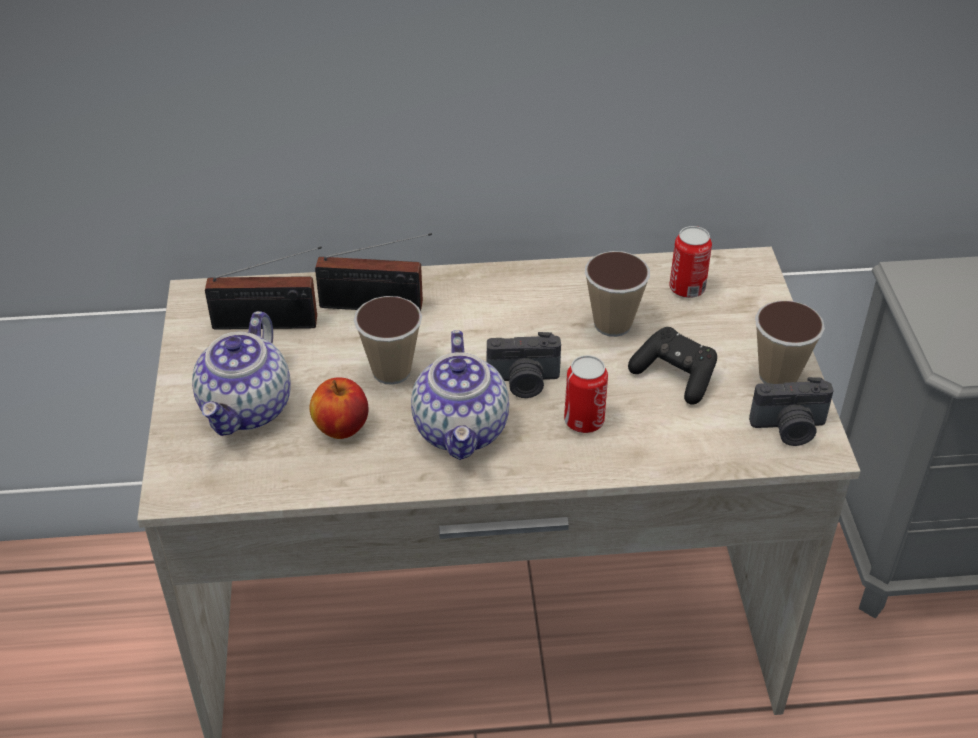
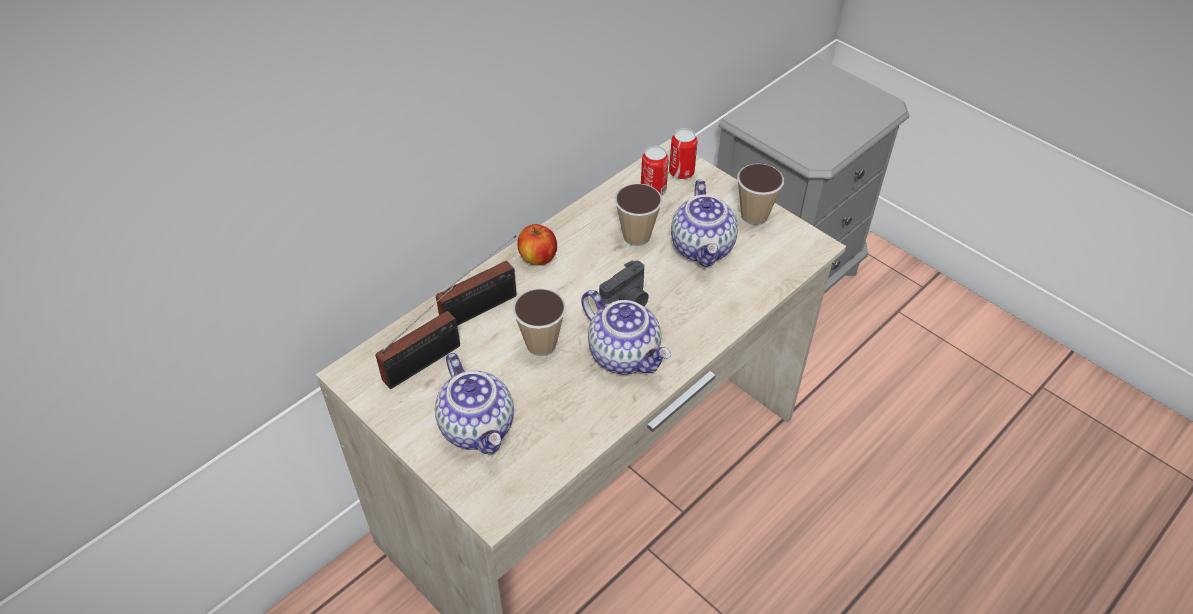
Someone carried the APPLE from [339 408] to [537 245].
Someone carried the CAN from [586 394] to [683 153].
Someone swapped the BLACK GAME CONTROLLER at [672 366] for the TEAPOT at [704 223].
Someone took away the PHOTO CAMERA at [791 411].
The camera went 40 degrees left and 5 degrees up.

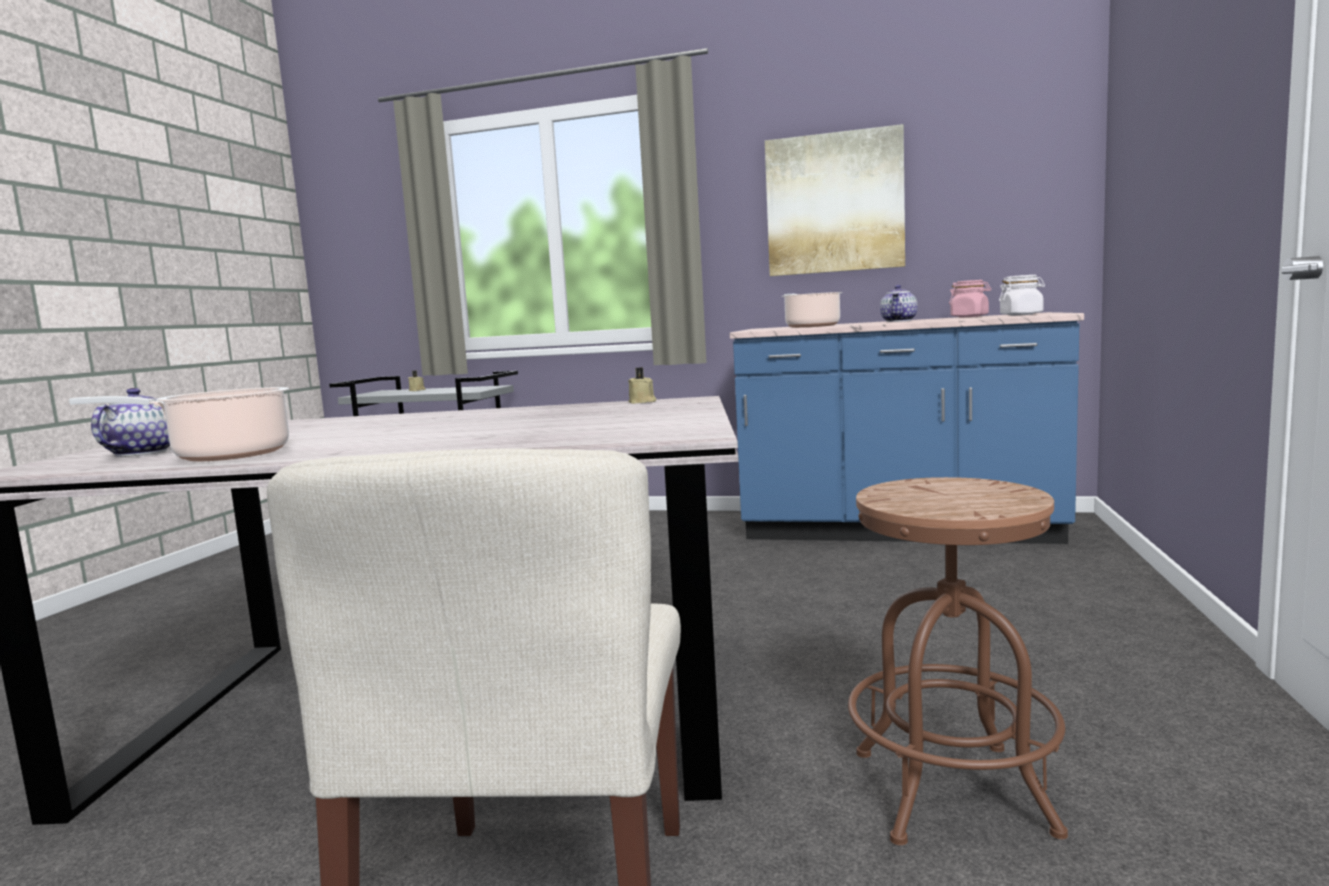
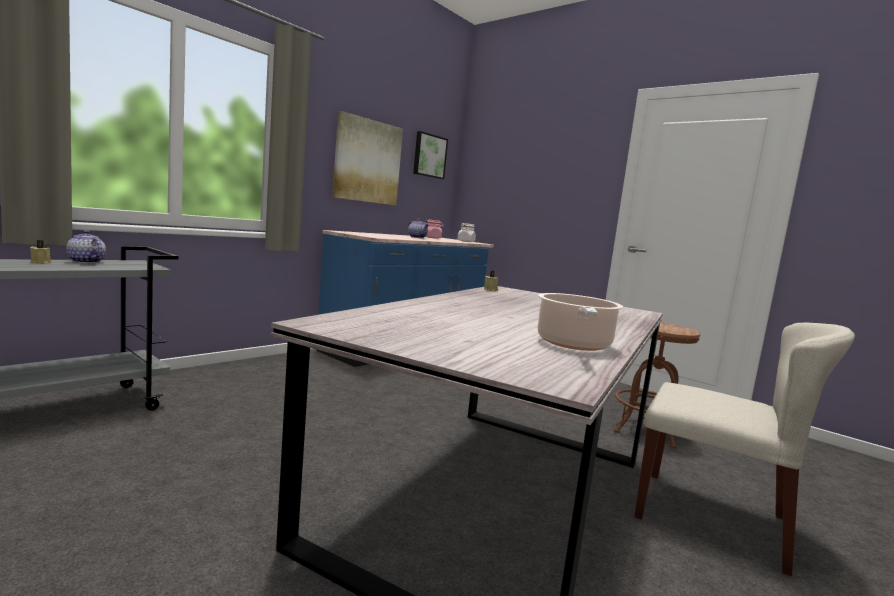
Someone carried the TEAPOT from [130 422] to [86 246].
Someone took away the COOKING POT at [812 310].
Someone put up the PICTURE at [430 155].
The camera went 65 degrees left and 0 degrees up.

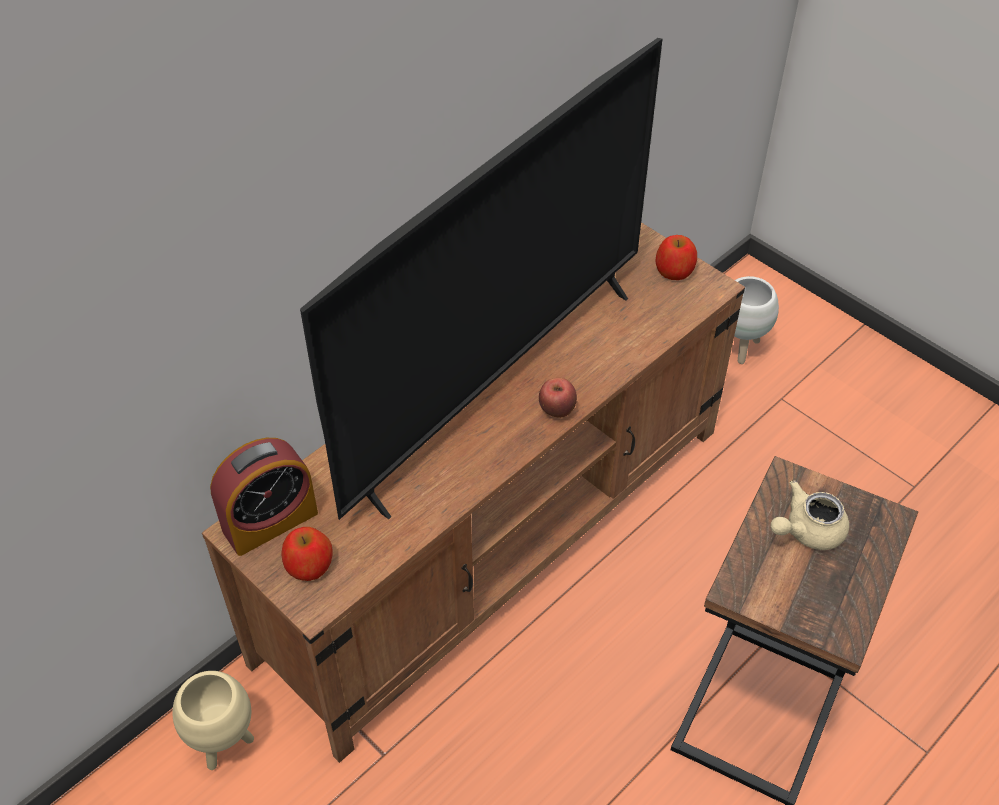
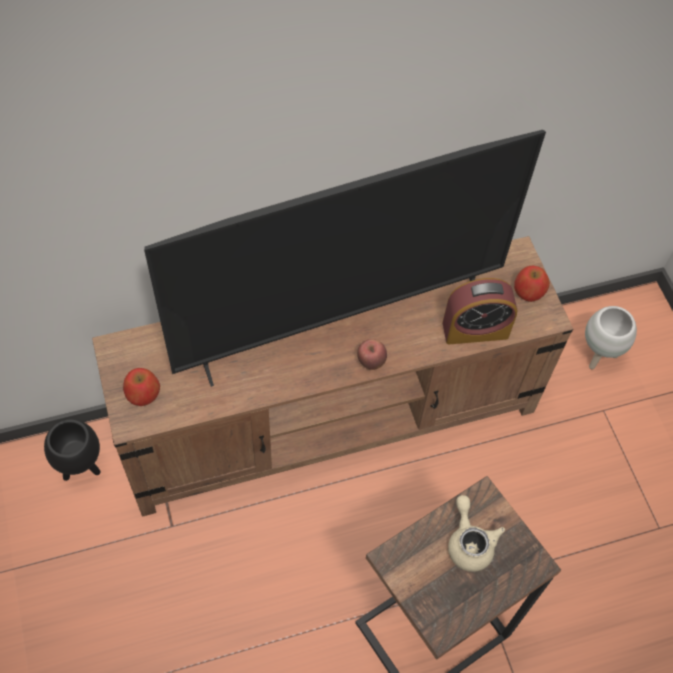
Someone repainted the BEIGE PLANTER at [213 720], which became the BLACK PLANTER at [72 450].
Someone carried the ALARM CLOCK from [264 497] to [480 311].
Someone rotated the BEIGE TEAPOT at [809 515] by 75 degrees clockwise.
The camera went 25 degrees right and 10 degrees up.

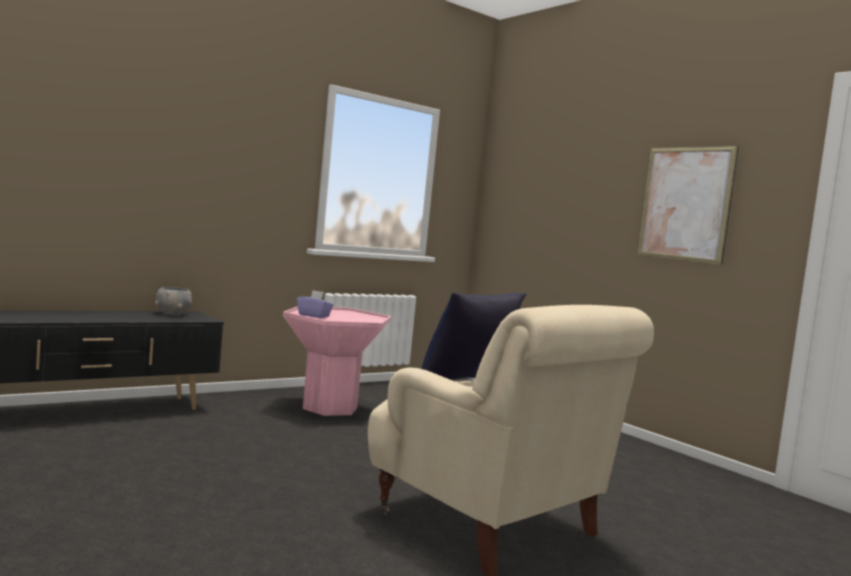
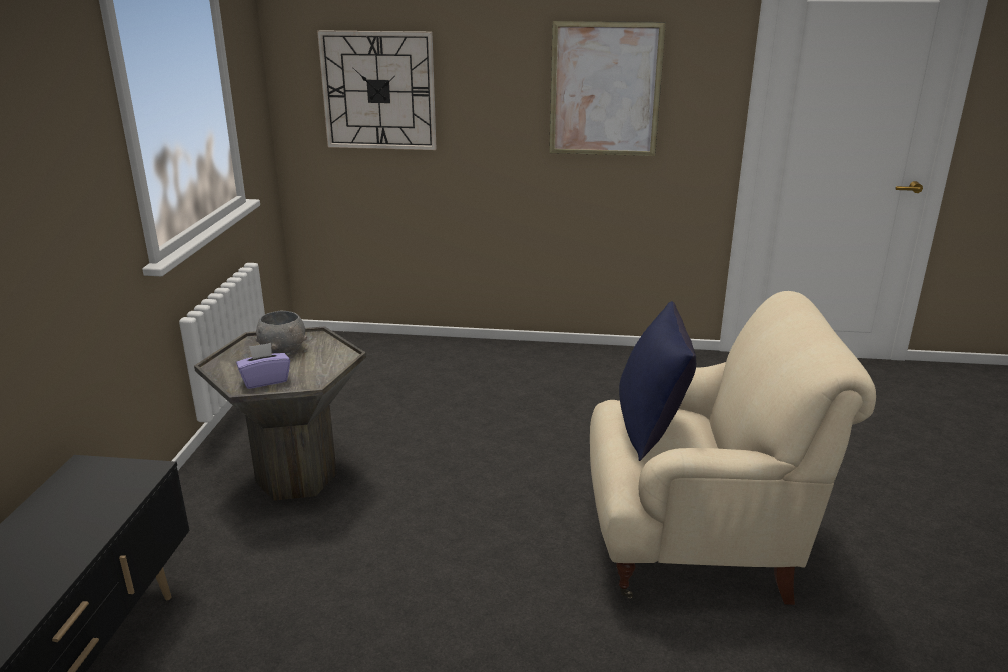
Someone carried the GREY BOWL from [173 301] to [281 332].
Someone repainted the PINK SIDE TABLE at [337 361], which became the GREY SIDE TABLE at [280 414].
Someone put up the WALL CLOCK at [377 90].
The camera went 45 degrees left and 20 degrees up.

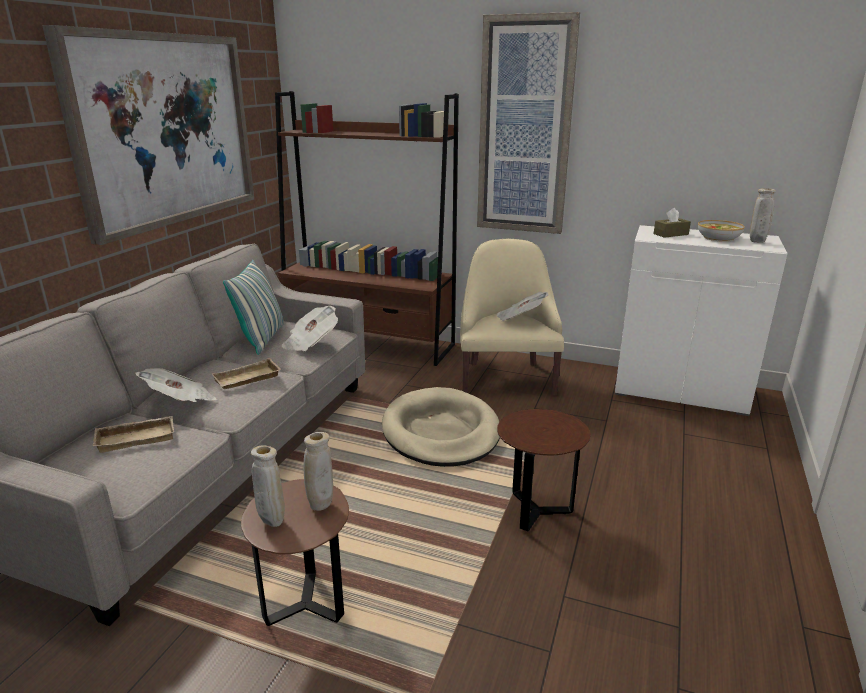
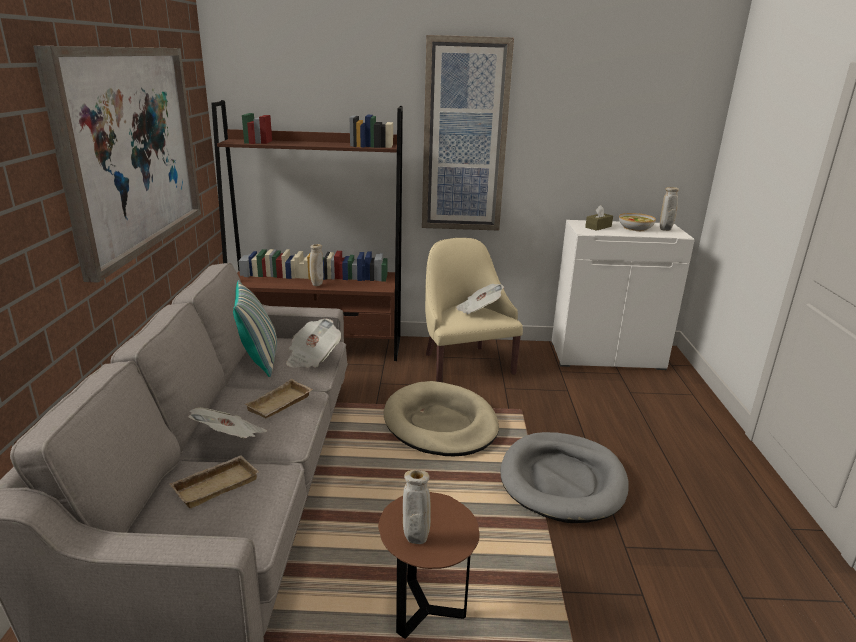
Someone carried the BEIGE VASE from [318 471] to [316 265].
Someone swapped the BROWN SIDE TABLE at [544 470] for the GREY DOG BED at [565 477].
The camera went 20 degrees left and 0 degrees up.

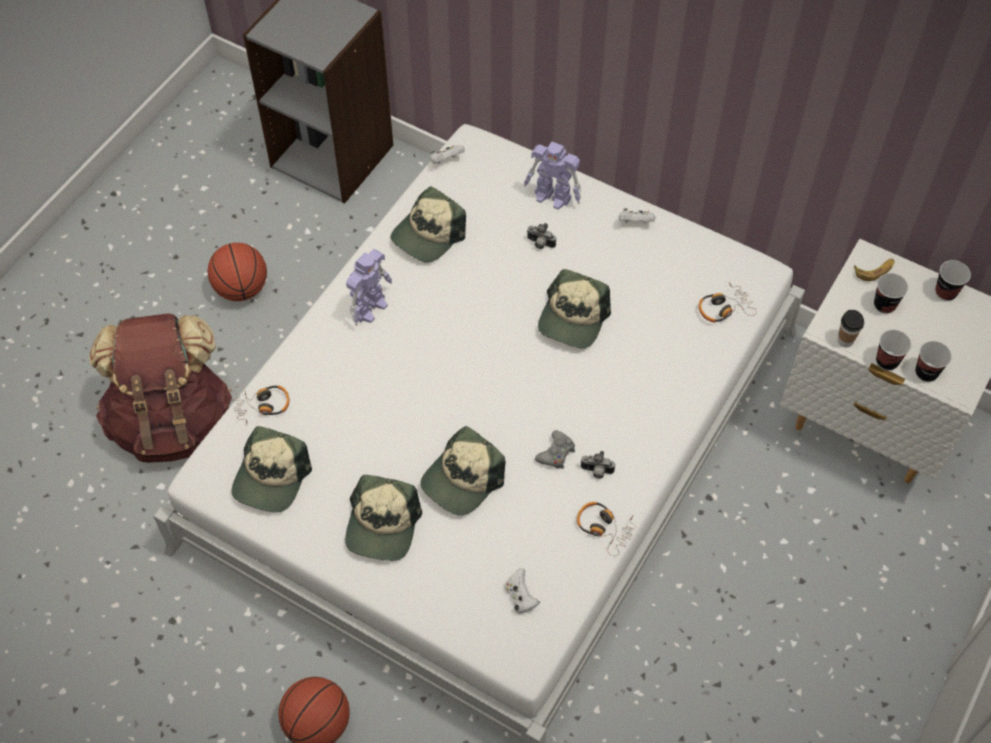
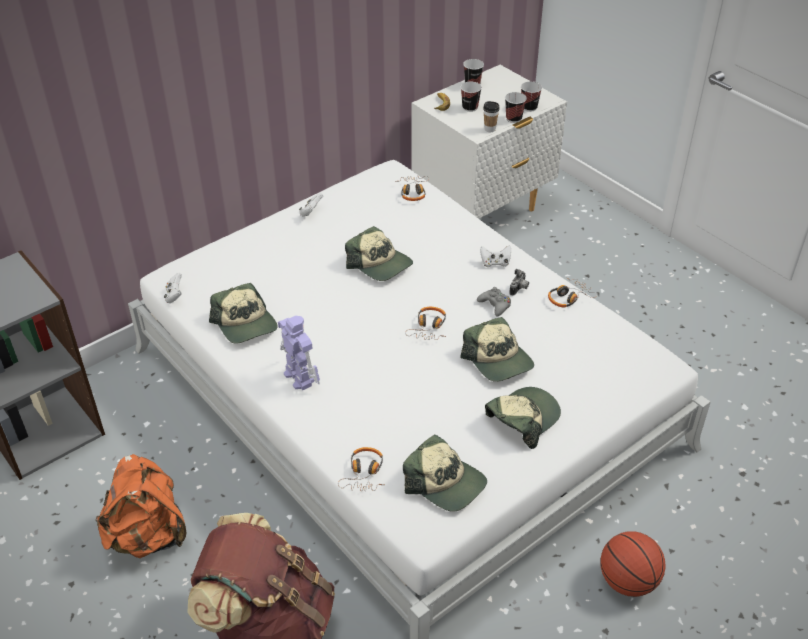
Someone swapped the BASKETBALL at [237 272] for the ORANGE BACKPACK at [140 506].
Someone rotated the CAP at [383 518] by 75 degrees counterclockwise.
Someone carried the WHITE GAME CONTROLLER from [522 591] to [495 256].
Someone took away the TOY ROBOT at [552 176].
Someone took away the PHOTO CAMERA at [541 236].
Someone put down the HEADPHONES at [425 323].
The camera went 70 degrees left and 15 degrees down.

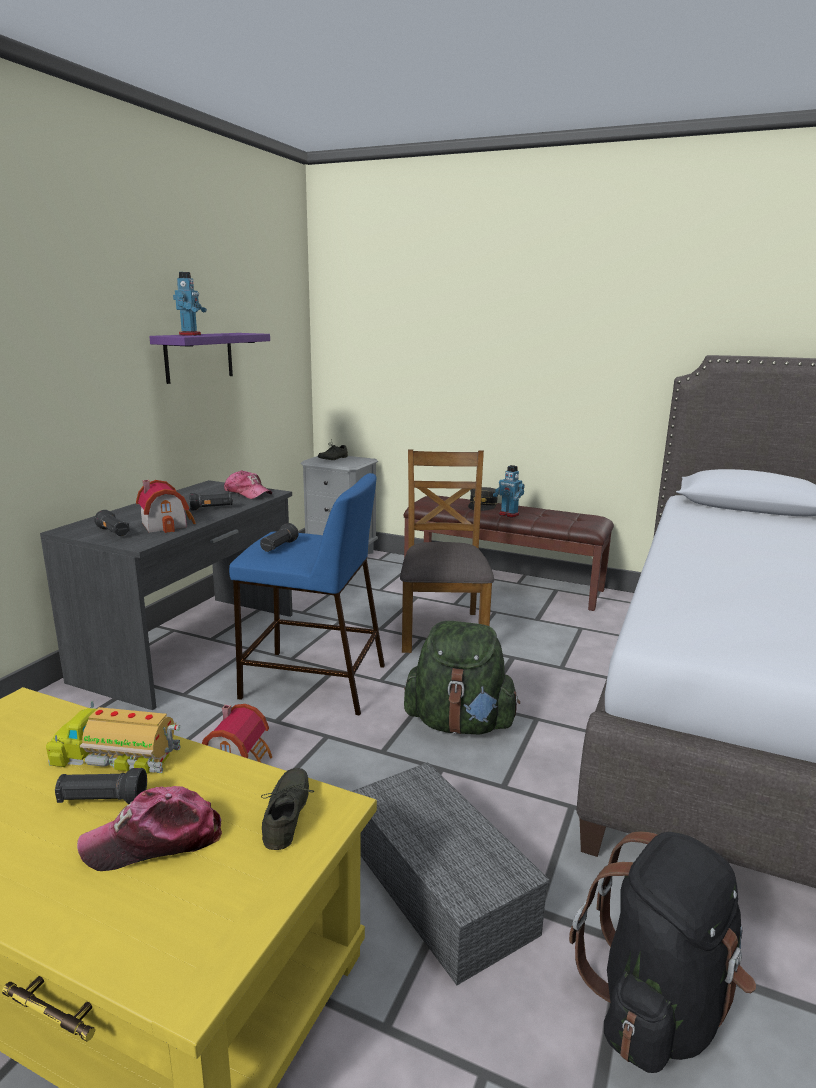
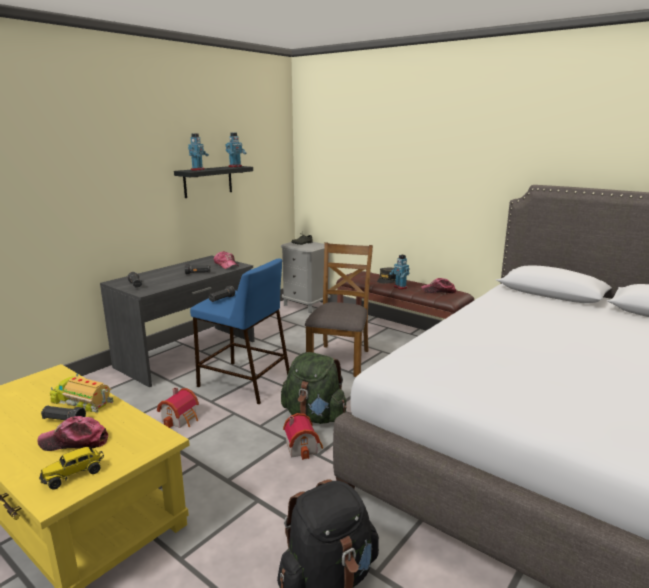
Someone carried the TOY HOUSE from [166 506] to [303 436].
Someone repainted the PURPLE SHELF at [209 358], which became the BLACK SHELF at [213 182].
Someone took away the GREY SHOE at [287 809].
Someone took away the GREY STORAGE BOX at [450 873].
Someone put down the TOY TRUCK at [71 468].
Someone put down the TOY ROBOT at [236 150].
Someone put down the CAP at [438 286].
The camera went 15 degrees right and 0 degrees up.

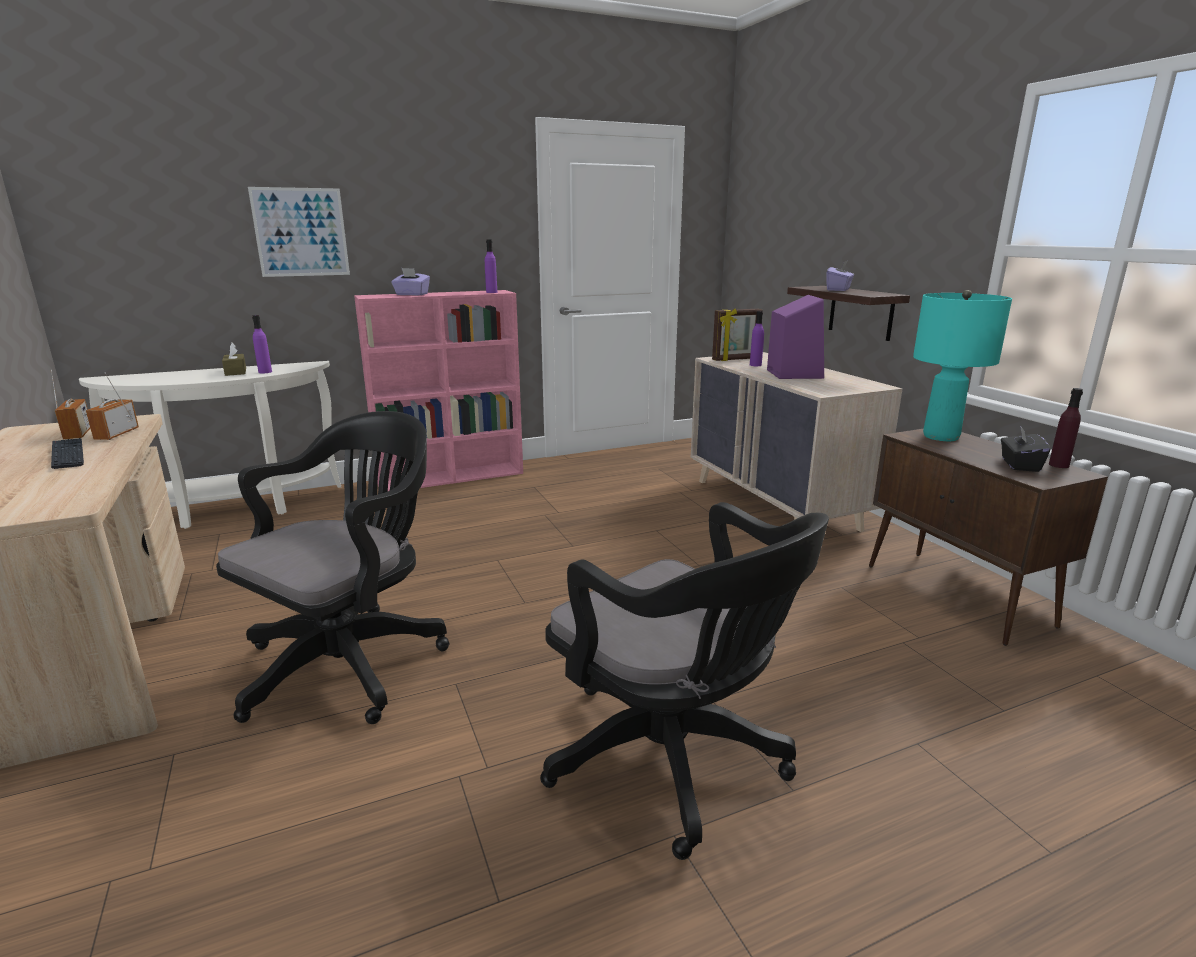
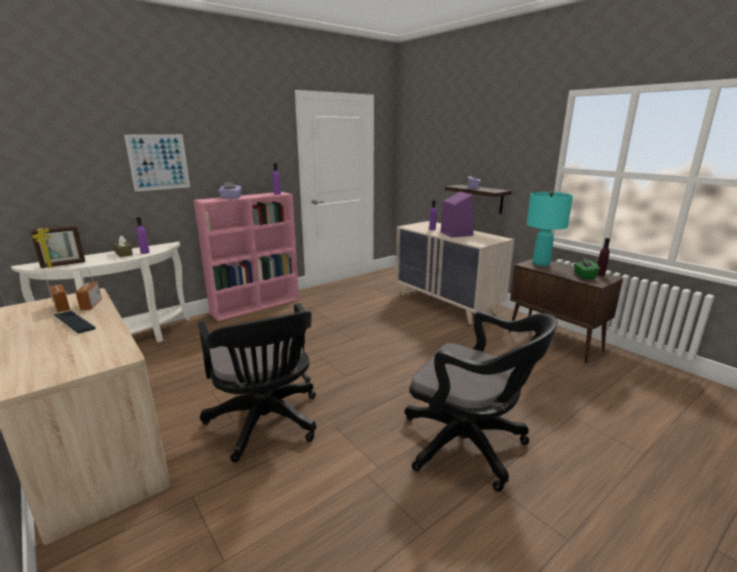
Someone rotated the BLACK OFFICE CHAIR at [332 567] by 135 degrees clockwise.
Someone carried the PICTURE FRAME from [737 335] to [57 246].
Someone repainted the BLACK TISSUE BOX at [1025 449], which became the GREEN TISSUE BOX at [587 268].
The camera went 15 degrees left and 0 degrees up.

